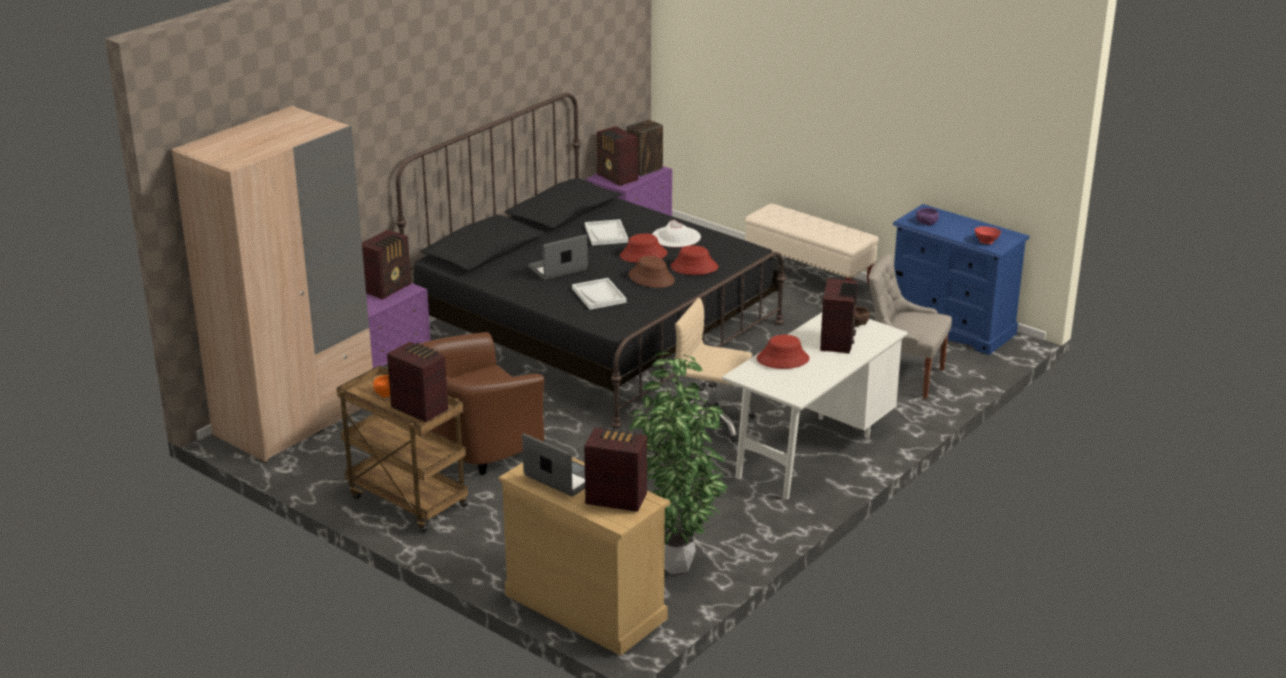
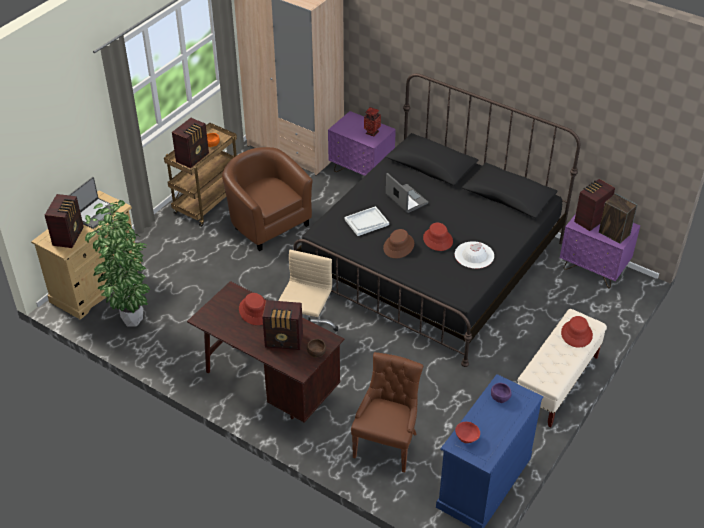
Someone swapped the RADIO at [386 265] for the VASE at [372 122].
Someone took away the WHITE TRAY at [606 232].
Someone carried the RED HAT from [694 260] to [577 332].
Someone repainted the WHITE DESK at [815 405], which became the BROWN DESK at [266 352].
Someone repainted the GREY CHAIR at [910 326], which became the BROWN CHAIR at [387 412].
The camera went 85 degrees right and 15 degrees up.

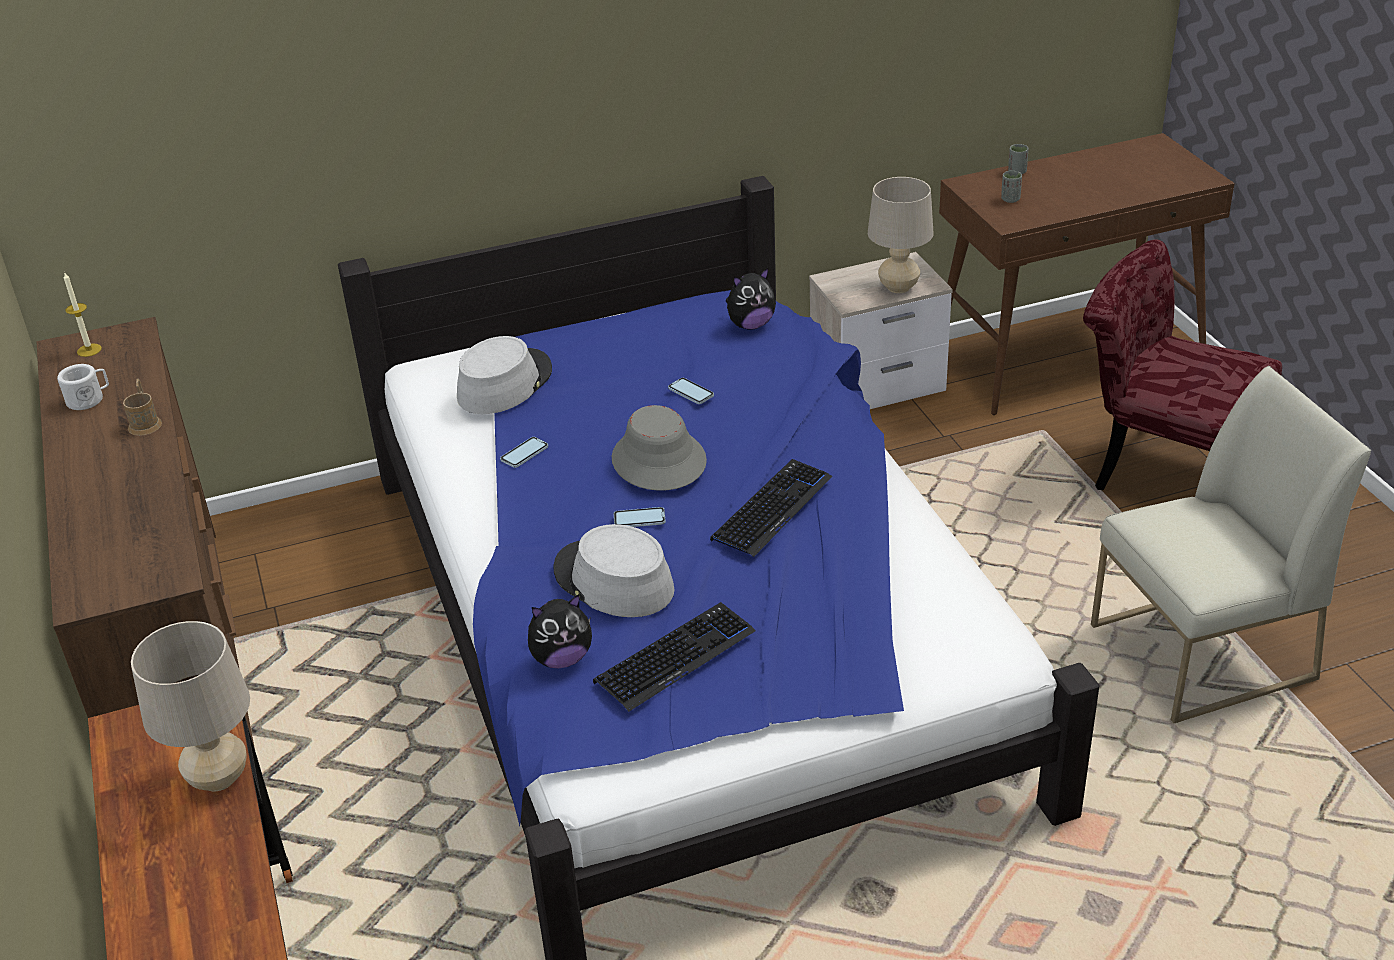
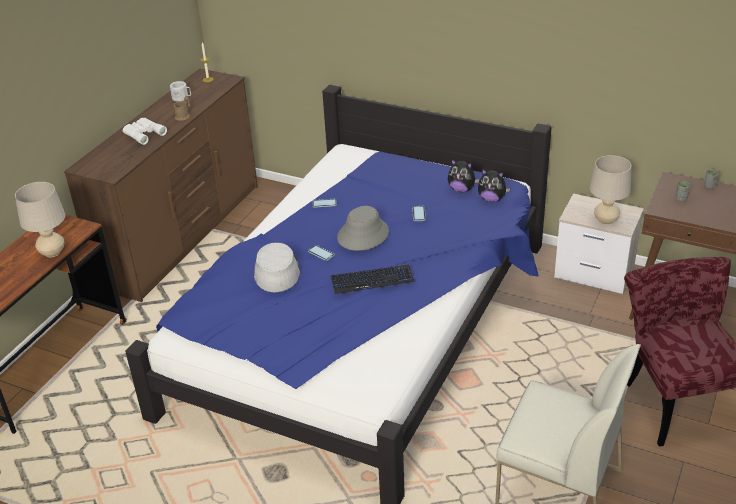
Someone took away the GREY HAT at [504 375].
Someone carried the PLUSH TOY from [560 631] to [464 175].
Someone took away the KEYBOARD at [674 657].
Someone put down the WHITE BINOCULARS at [145 131].
The camera went 45 degrees right and 0 degrees up.

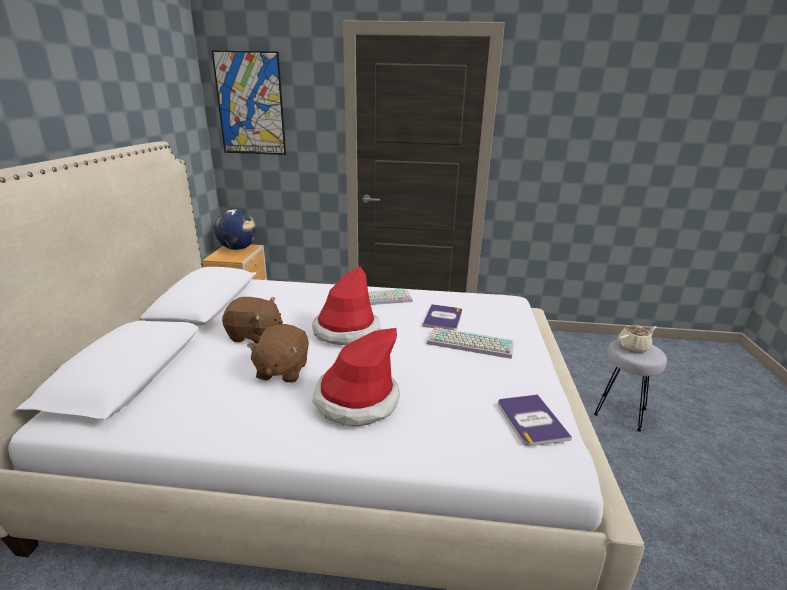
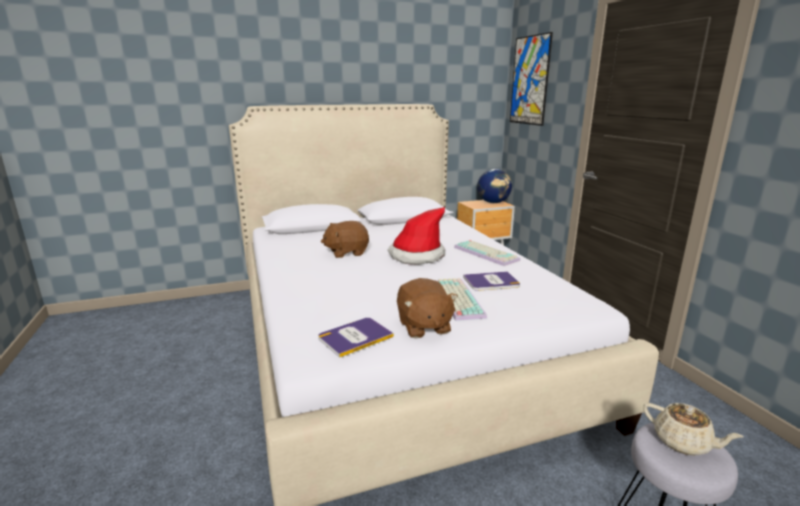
Someone carried the BROWN PLUSH TOY from [252 320] to [427 308].
Someone took away the HAT at [356 377].
The camera went 65 degrees right and 5 degrees down.

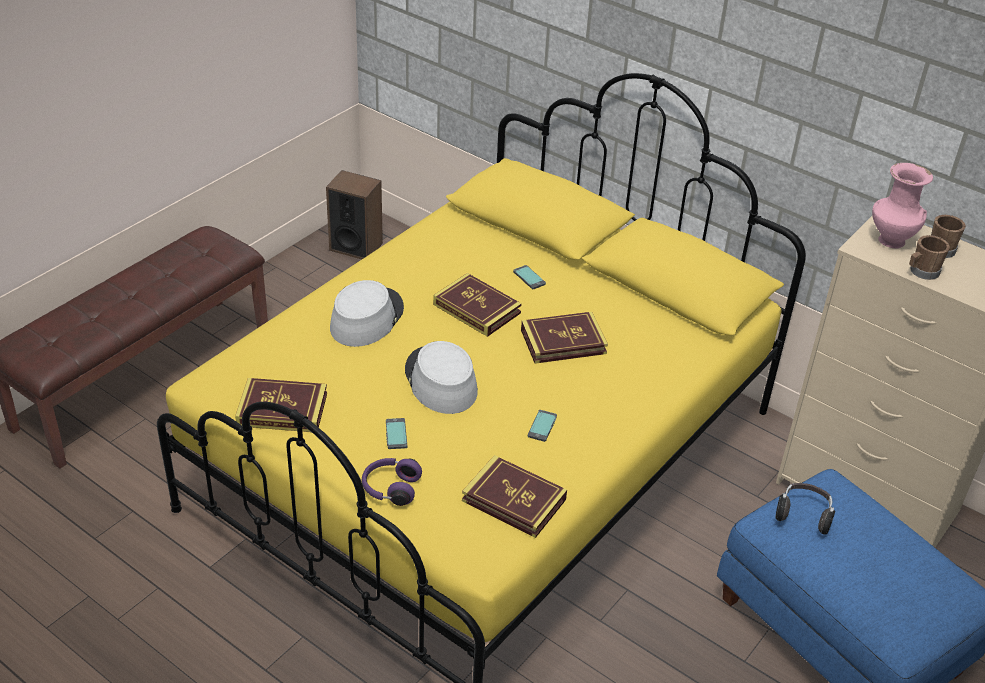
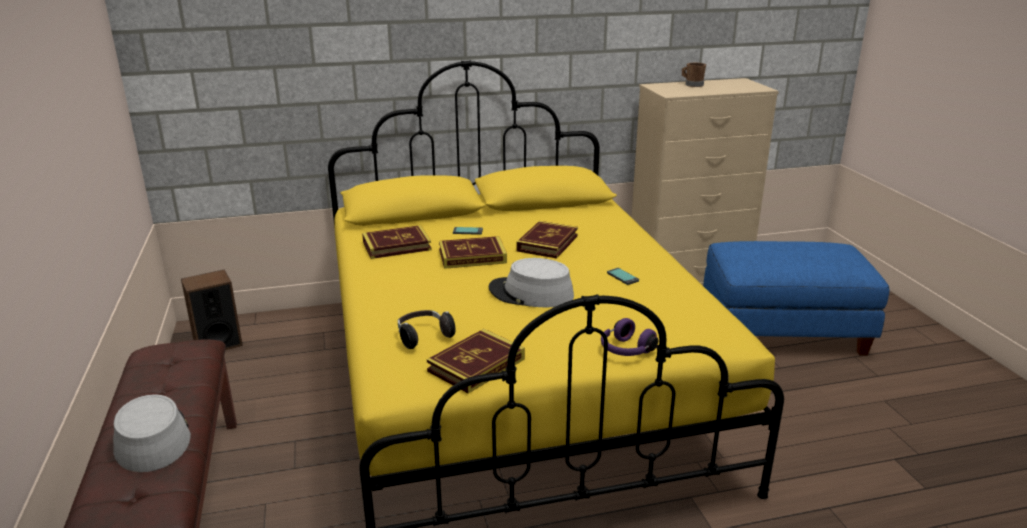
Someone carried the GREY HAT from [367 313] to [152 433].
Someone took away the PHONE at [396 433].
Someone carried the BOOK from [514 496] to [396 242].
Someone carried the HEADPHONES from [805 508] to [427 329].
Someone took away the PINK VASE at [902 205].
Someone took away the BROWN MUG at [929 257].
The camera went 50 degrees left and 15 degrees down.

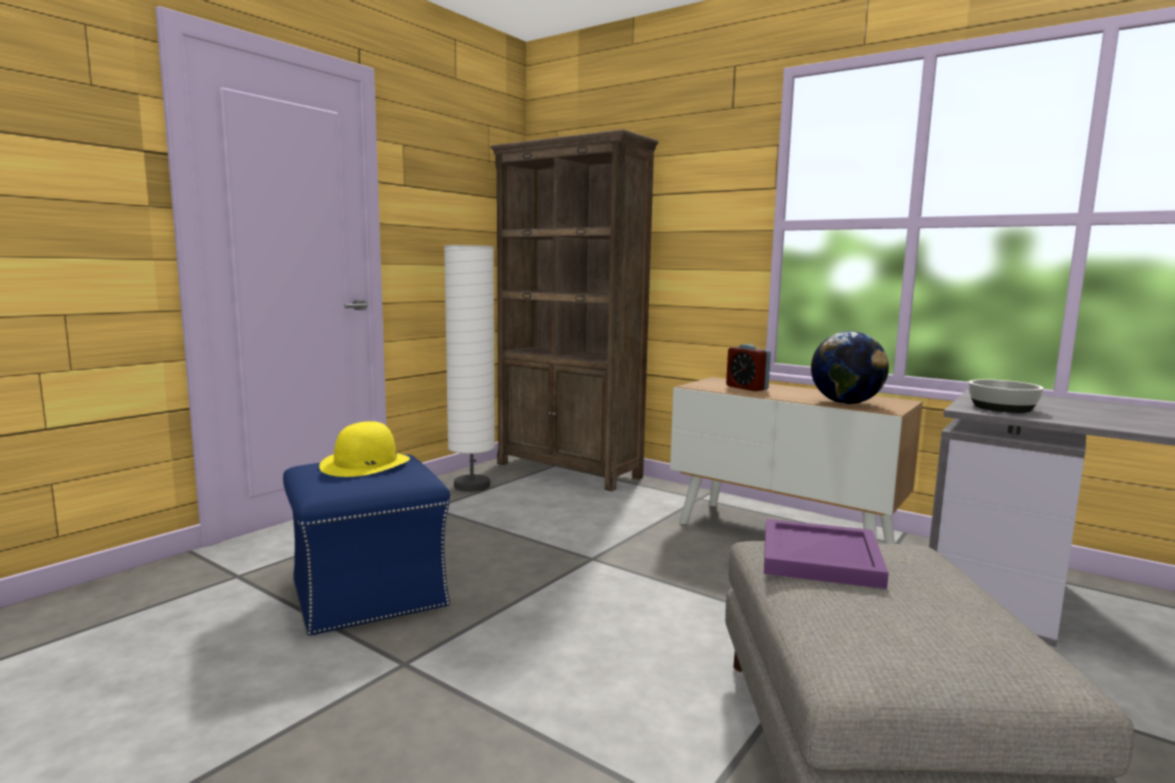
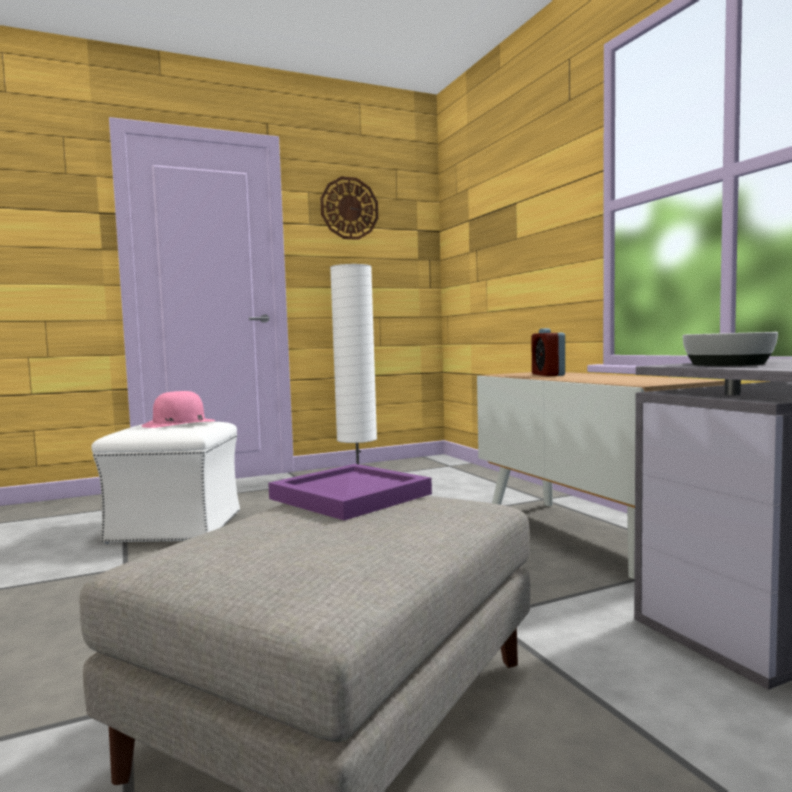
Someone repainted the BLUE OTTOMAN at [366 545], which became the WHITE OTTOMAN at [165 483].
Someone repainted the YELLOW HAT at [364 449], which became the PINK HAT at [178 409].
Someone took away the BROWN BOOKCASE at [574 310].
Someone took away the GLOBE at [850 367].
Someone put up the WALL CLOCK at [349 208].
The camera went 30 degrees right and 5 degrees down.

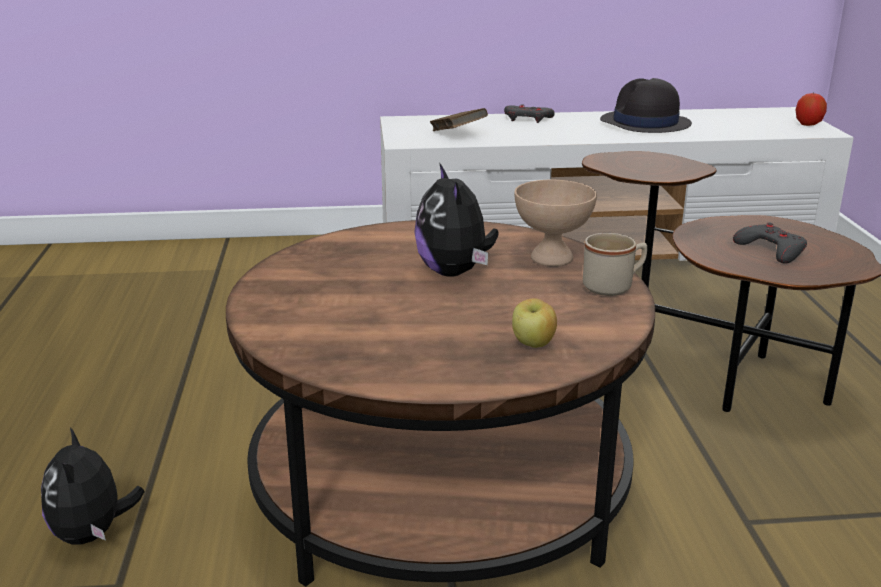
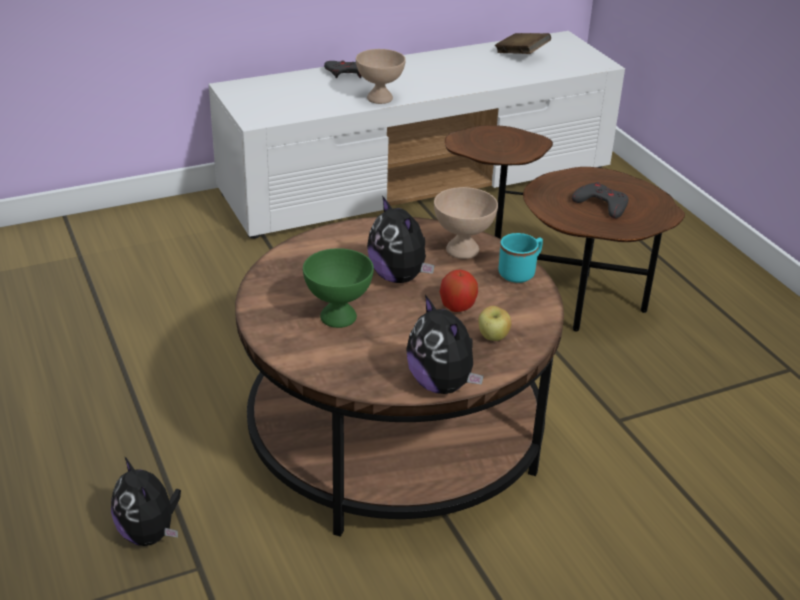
Someone carried the BROWN BOOK from [459 119] to [523 43].
Someone repainted the BEIGE MUG at [615 264], which became the TURQUOISE MUG at [521 258].
Someone took away the BLACK HAT at [646 105].
Someone carried the APPLE from [811 109] to [459 291].
Someone put down the GREEN BOWL at [338 288].
Someone put down the BEIGE BOWL at [381 76].
Someone put down the PLUSH TOY at [445 344].
The camera went 20 degrees left and 10 degrees up.

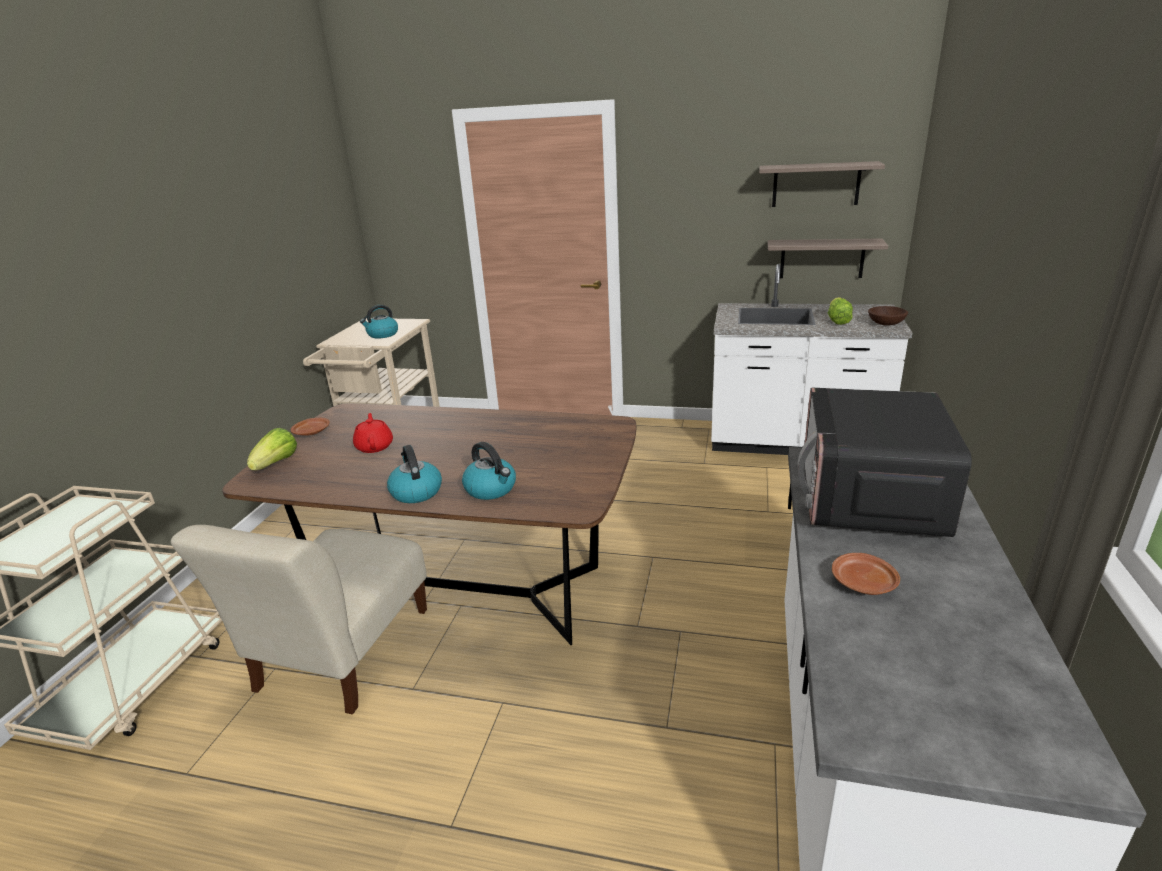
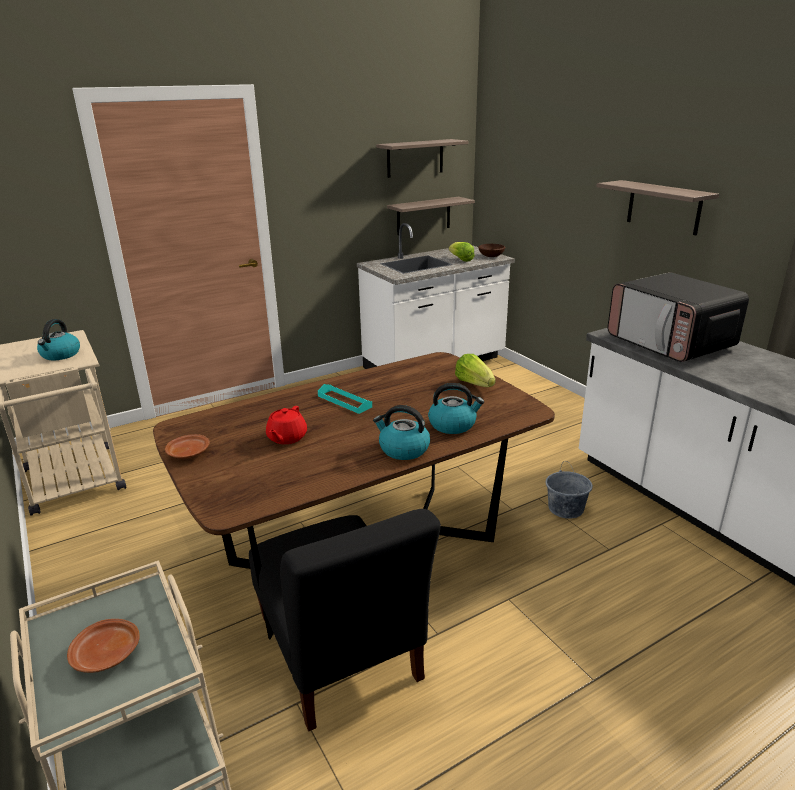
Someone repainted the BEIGE CHAIR at [299 619], which became the BLACK CHAIR at [345 620].
Someone carried the LETTUCE from [272 449] to [475 370].
Someone rotated the RED TEAPOT at [373 433] by 105 degrees counterclockwise.
Someone carried the BROWN PLATE from [866 574] to [103 646].
Someone put down the TURQUOISE TRAY at [345 399].
Someone put down the GREY BUCKET at [569 490].
Someone put up the SHELF at [657 207].
The camera went 45 degrees left and 0 degrees up.

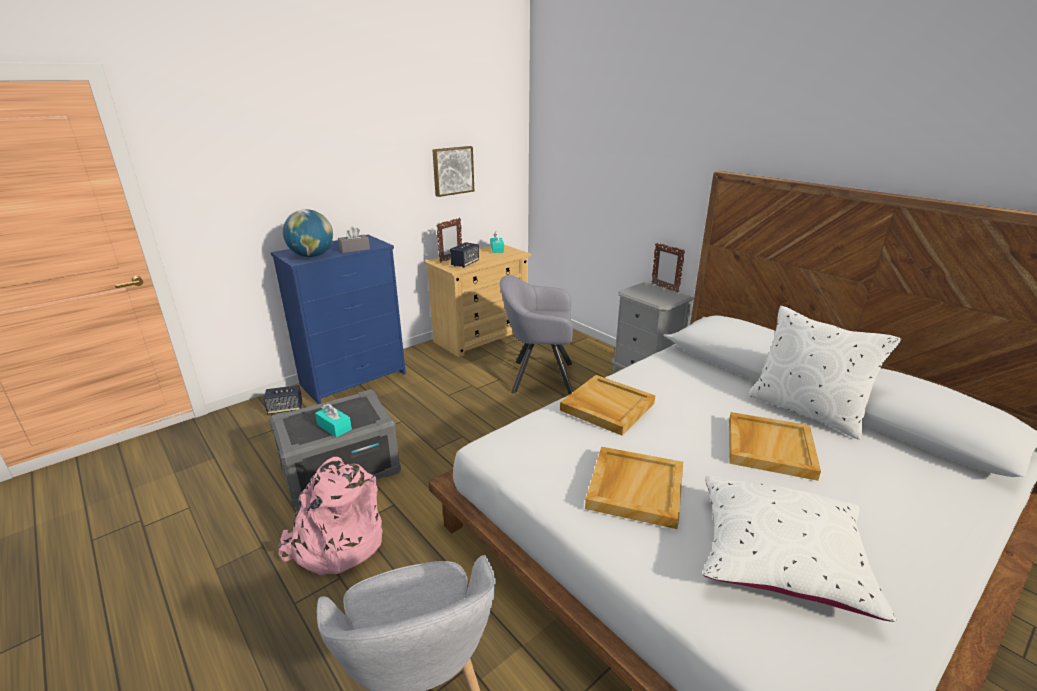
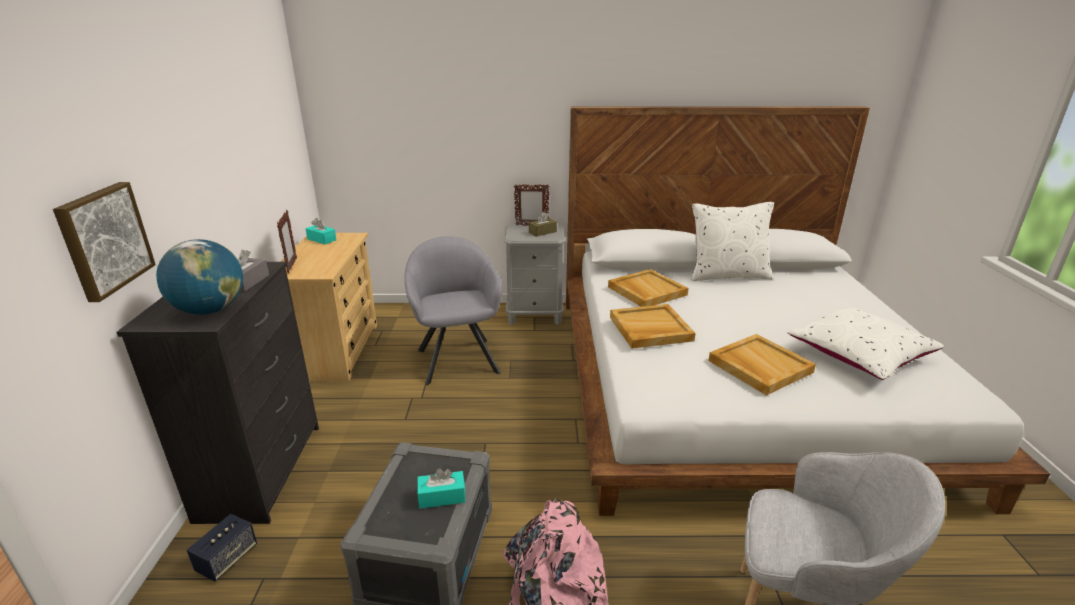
Someone repainted the BLUE DRESSER at [338 319], which became the BLACK DRESSER at [217 393].
Someone carried the PICTURE from [453 171] to [104 242].
Someone took away the SPEAKER at [464 255].
Someone rotated the GREY ARMCHAIR at [536 334] by 120 degrees clockwise.
Someone carried the BEIGE TRAY from [775 446] to [648 288].
Someone put down the BROWN TISSUE BOX at [543 224].
The camera went 50 degrees left and 0 degrees up.

